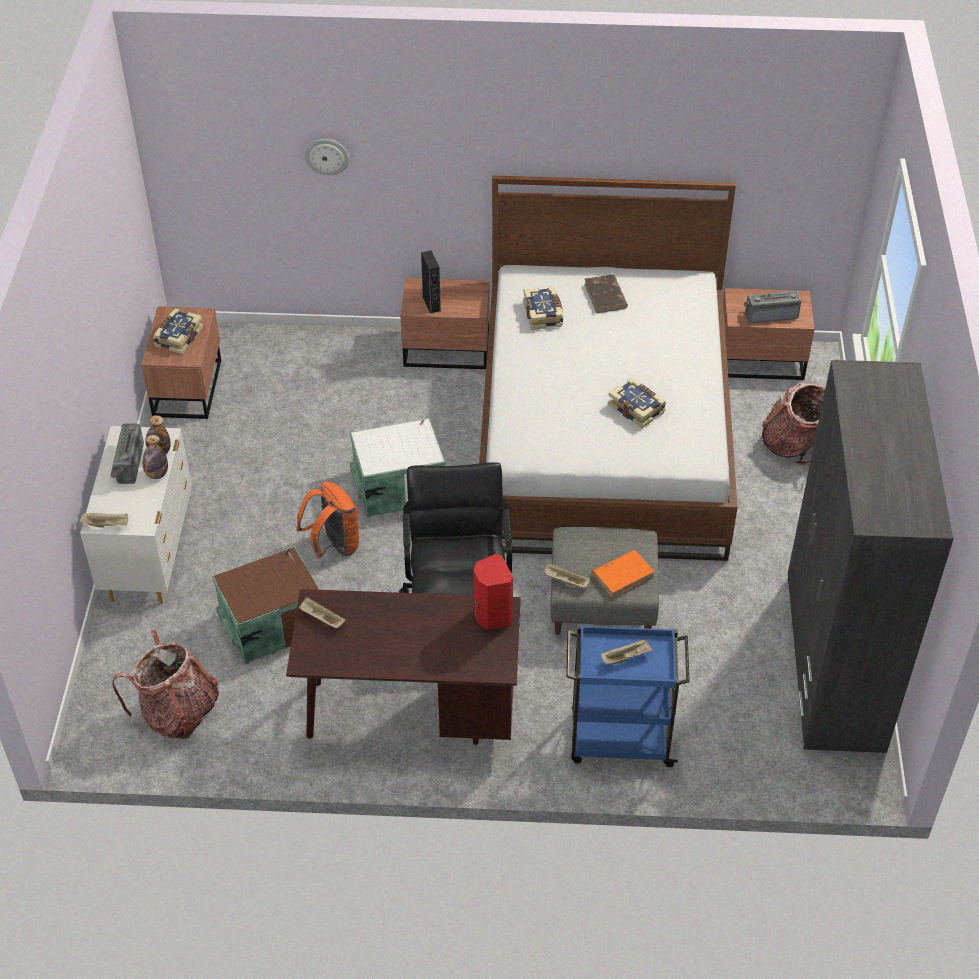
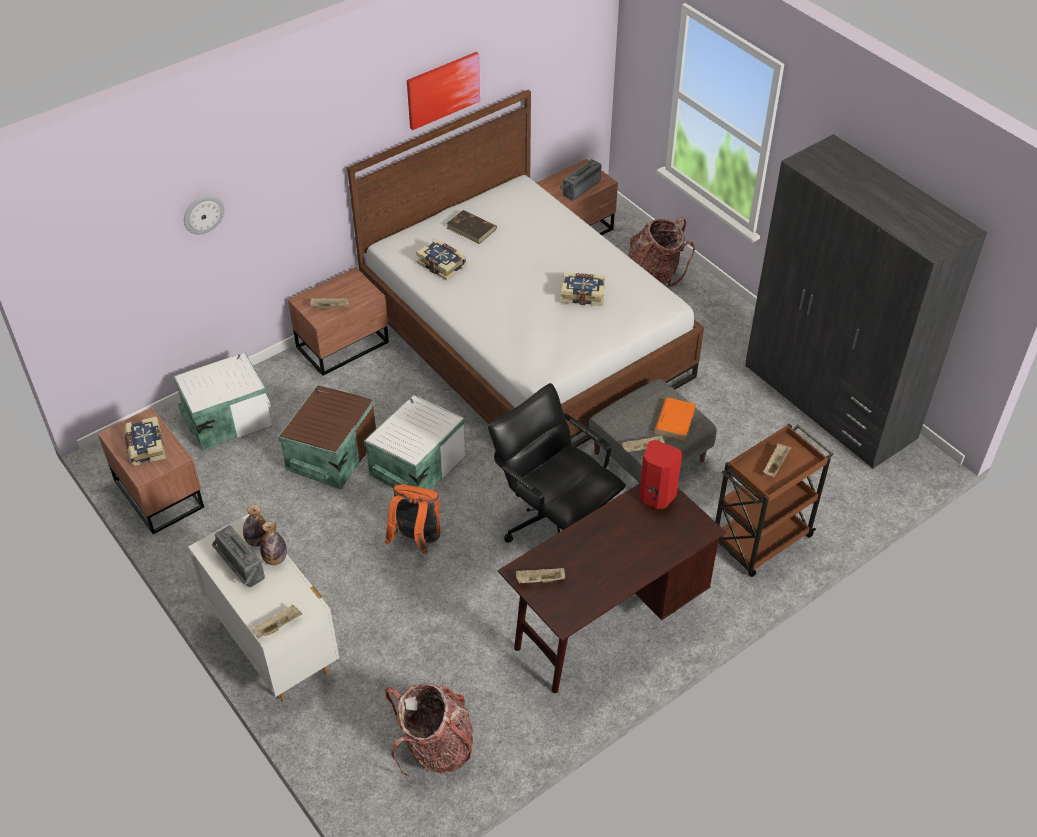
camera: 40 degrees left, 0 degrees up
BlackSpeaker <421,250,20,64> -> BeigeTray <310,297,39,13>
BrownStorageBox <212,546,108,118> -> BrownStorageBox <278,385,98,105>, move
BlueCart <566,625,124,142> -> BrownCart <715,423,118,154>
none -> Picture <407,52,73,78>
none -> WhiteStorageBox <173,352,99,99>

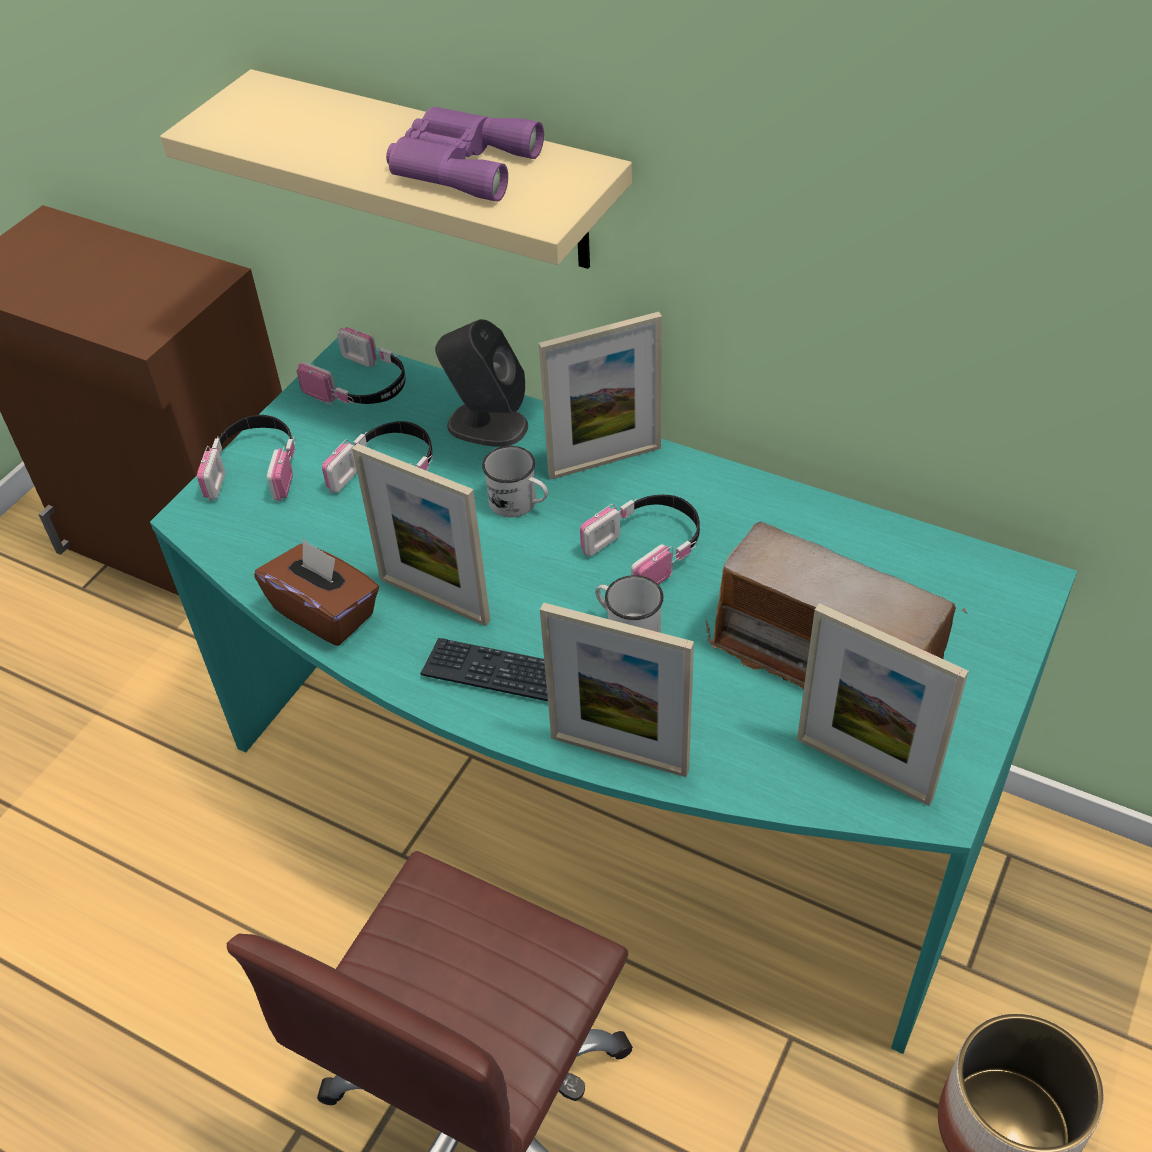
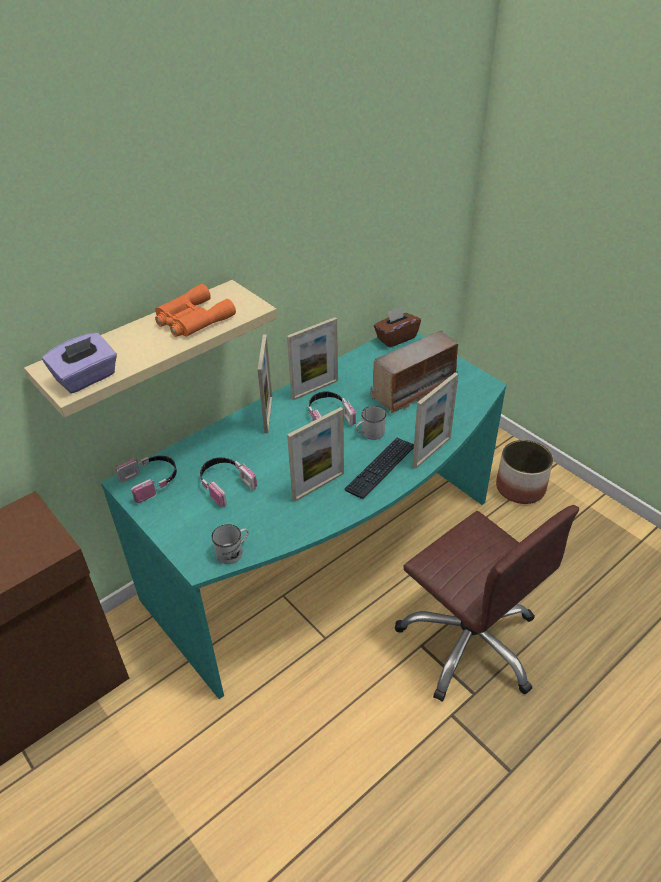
camera: 70 degrees left, 5 degrees down
PurpleBinoculars <386,107,158,95> -> OrangeBinoculars <155,284,81,53>
GreySpeaker <435,319,93,128> -> none
Headphones <197,415,99,86> -> none
WhiteMug <482,446,66,71> -> WhiteMug <211,524,38,40>, move
BrownTissueBox <254,538,125,108> -> BrownTissueBox <374,306,47,41>, move
PictureFrame <797,603,172,203> -> PictureFrame <287,317,51,83>, move
none -> PurpleTissueBox <42,333,75,61>

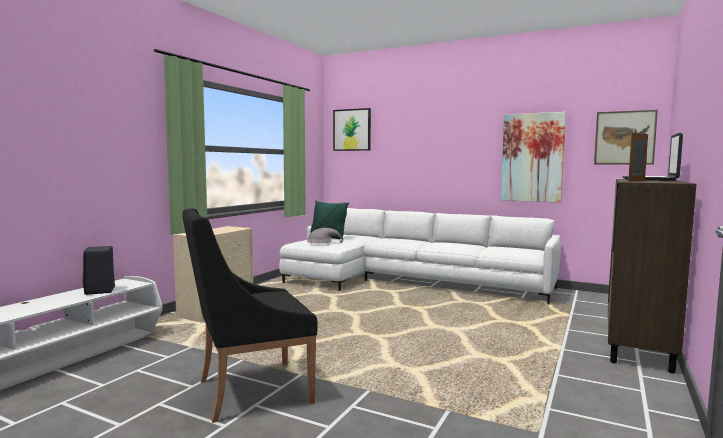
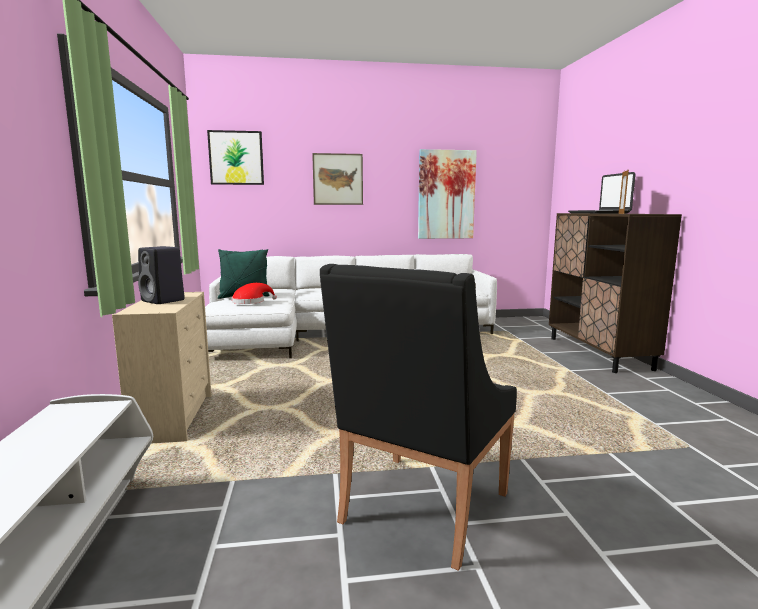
camera: 35 degrees left, 5 degrees up
Picture <594,110,64,55> -> Picture <312,153,51,52>, move
GreyHat <307,228,36,15> -> RedHat <232,283,45,21>
BlackSpeaker <82,246,33,49> -> BlackSpeaker <138,246,47,58>, move

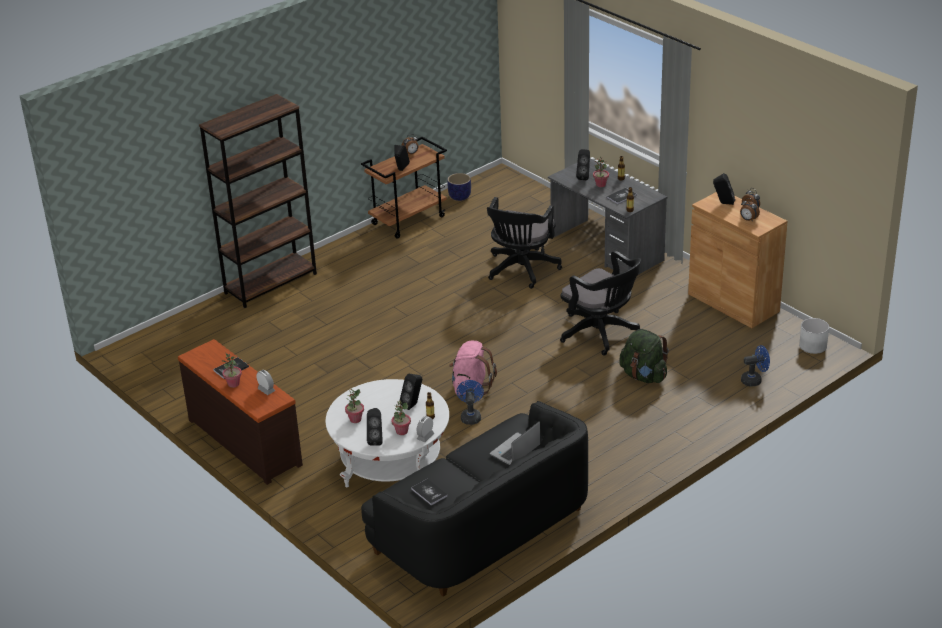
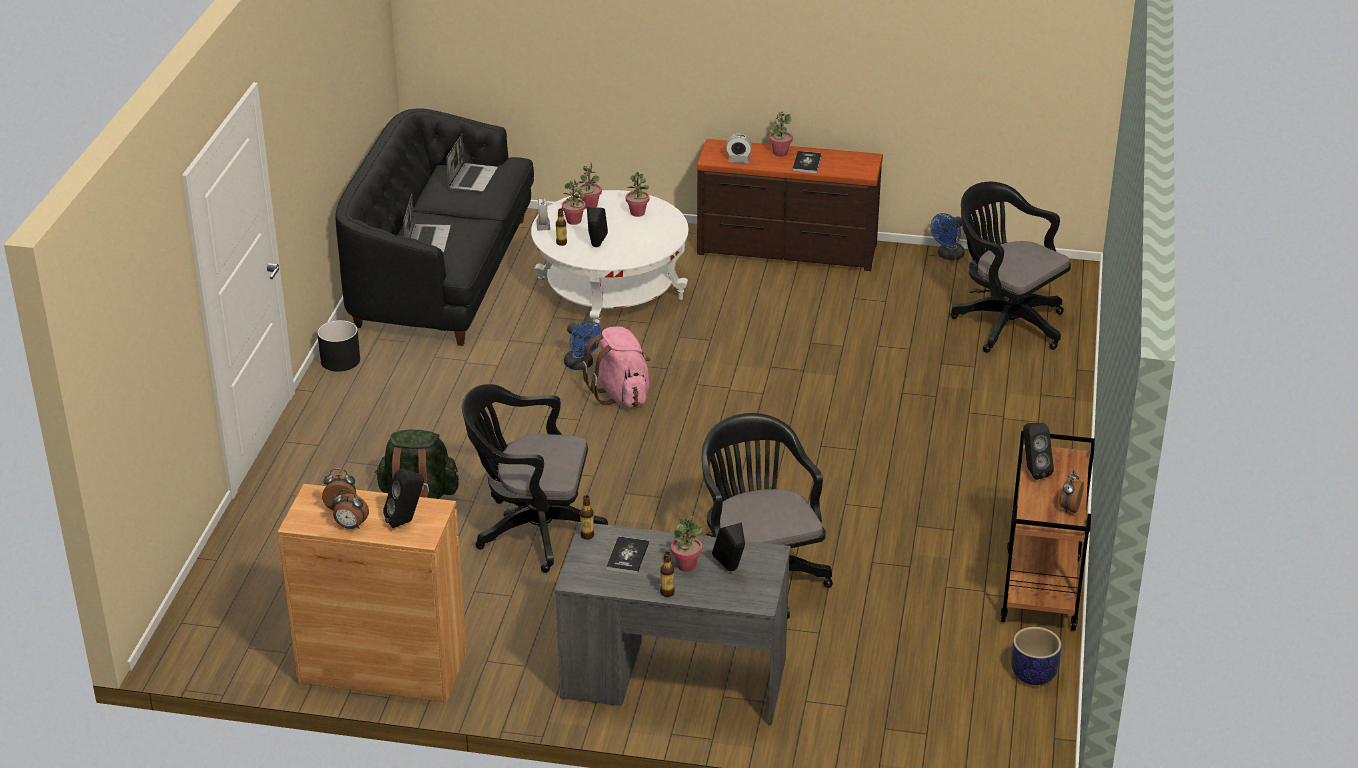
camera: 140 degrees right, 0 degrees up
BrownBookcase <199,94,118,214> -> none
WhitePlanter <799,318,30,36> -> none
BlueFan <741,345,29,42> -> BlueFan <931,213,34,48>, move
BlackSpeaker <367,408,16,38> -> PottedPlant <578,163,24,46>
Book <411,479,37,26> -> Laptop <447,134,51,58>
none -> BlackOfficeChair <951,182,120,171>
none -> BlackPlanter <317,320,43,52>

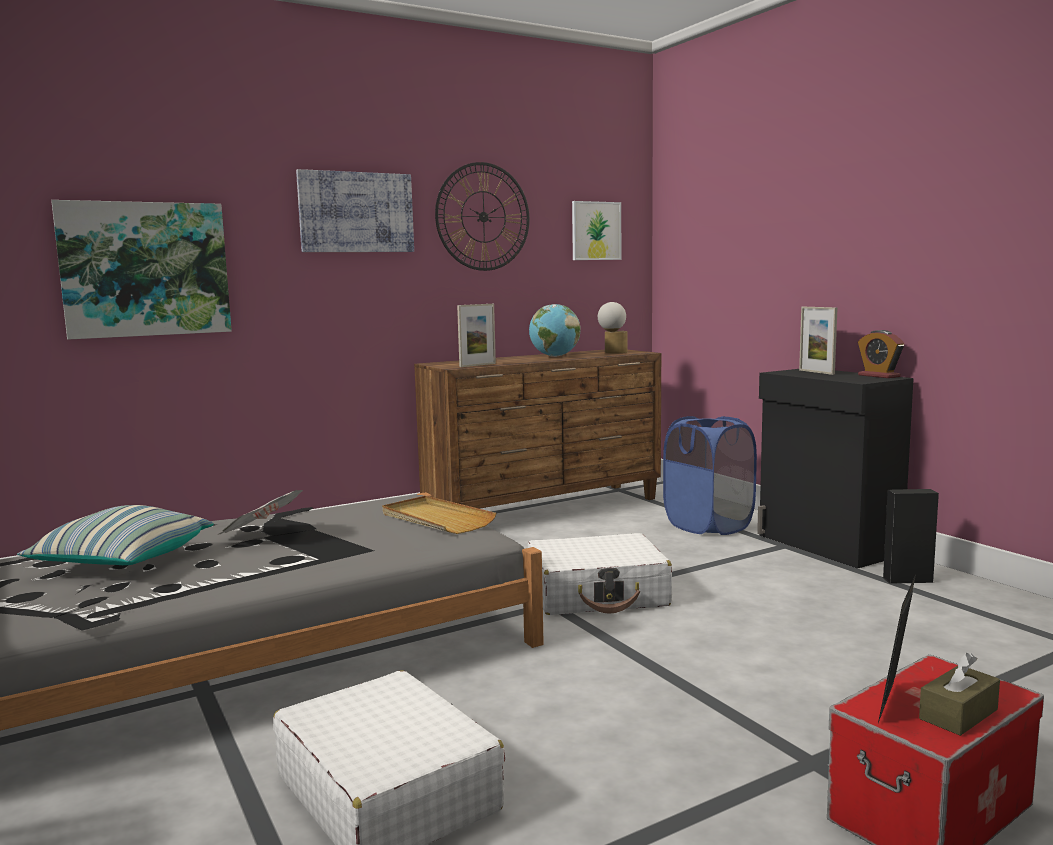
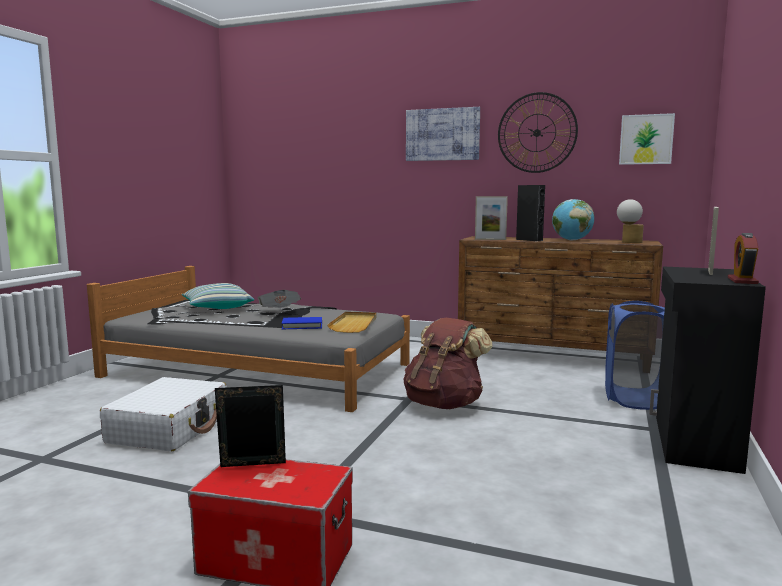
camera: 50 degrees right, 0 degrees up
Picture <51,200,181,140> -> none
BlackSpeaker <882,489,57,95> -> BlackSpeaker <516,185,29,56>, move
WhiteSuitcase <528,533,144,82> -> BrownBackpack <403,318,89,91>
BrownTissueBox <919,653,81,83> -> none
none -> BlueBook <282,317,40,12>

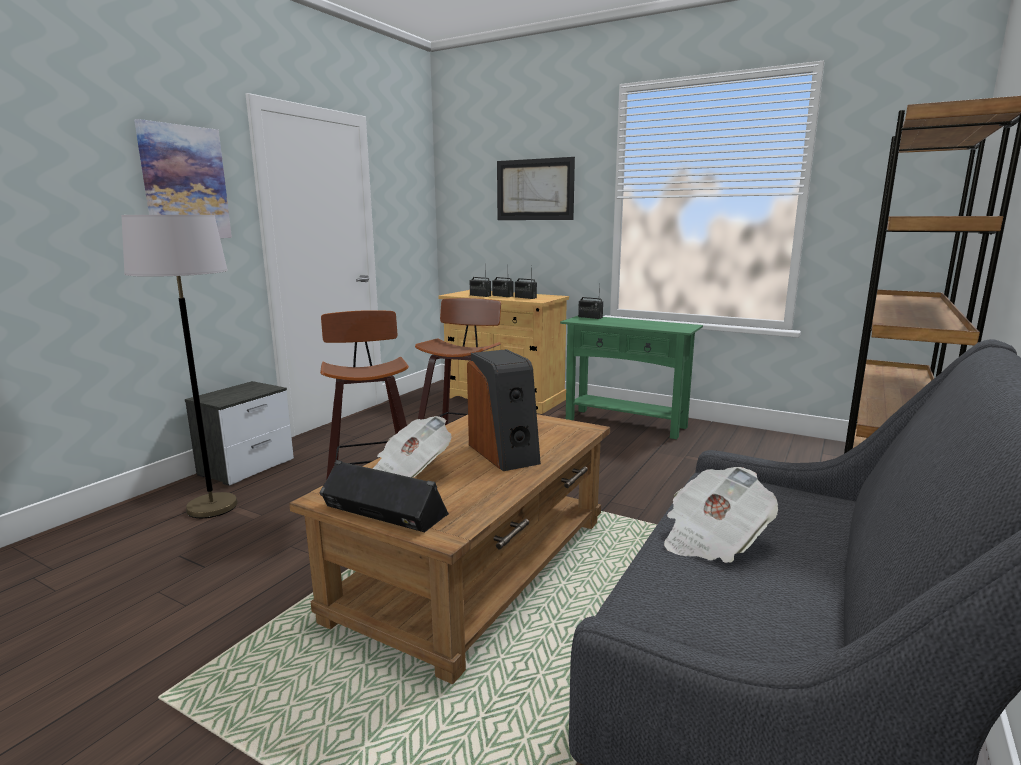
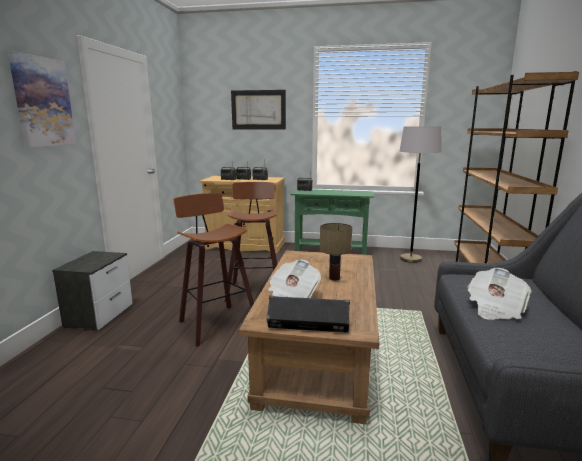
camera: 20 degrees left, 0 degrees up
GreyFloorLamp <121,215,117,303> -> GreyFloorLamp <400,126,41,137>, move
Speaker <467,349,74,122> -> TableLamp <320,223,32,58>

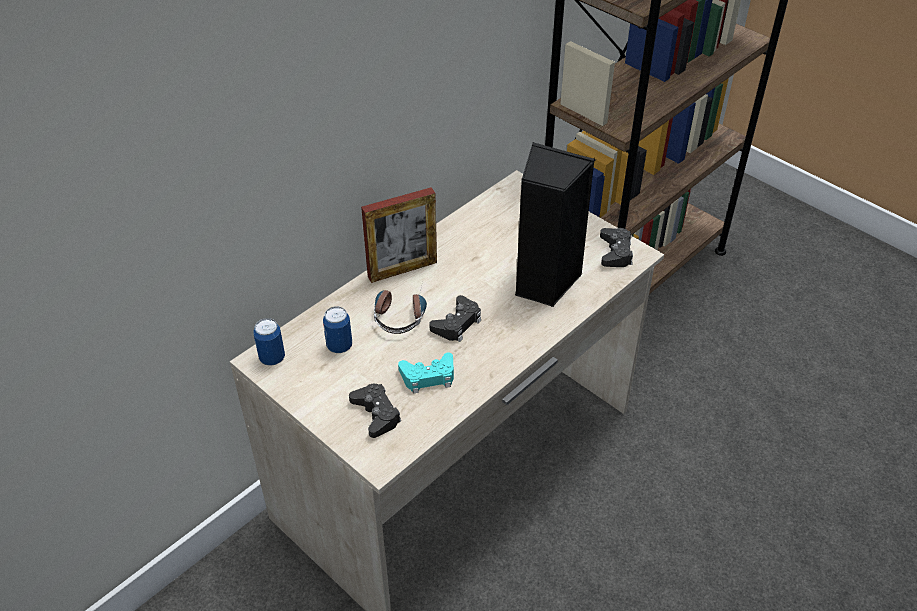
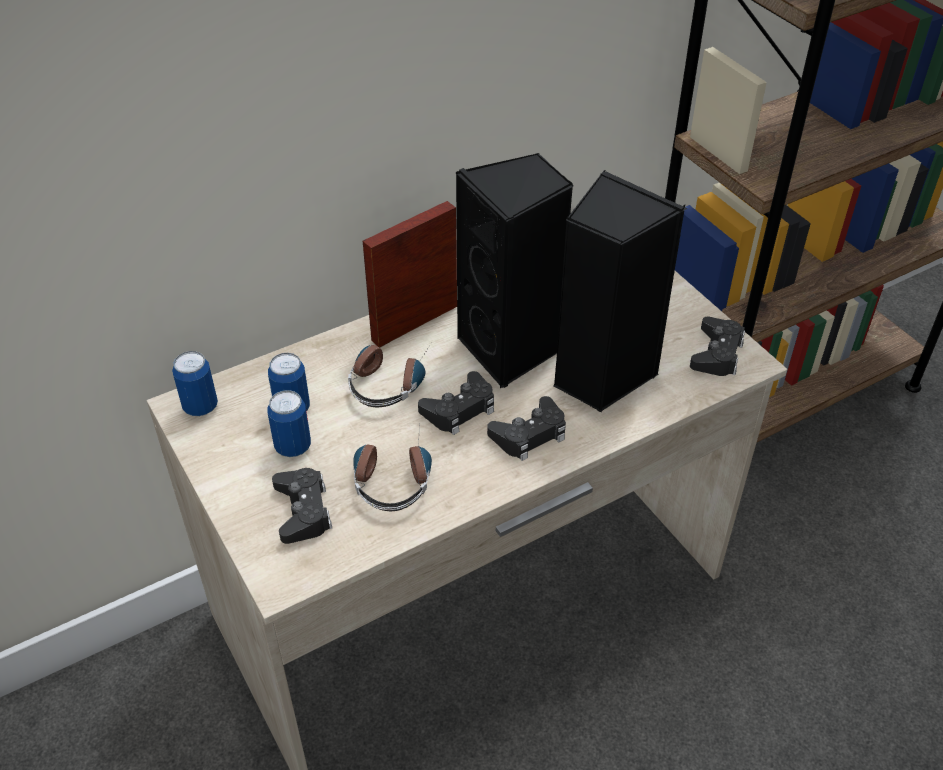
camera: 15 degrees right, 0 degrees up
PictureFrame <361,187,76,96> -> PictureFrame <363,201,94,147>, 150 degrees clockwise
TurquoiseGameController <398,353,56,41> -> Headphones <353,442,79,69>
none -> BlackSpeaker <456,153,118,235>
none -> Can <268,390,43,67>
none -> BlackGameController <487,396,79,65>

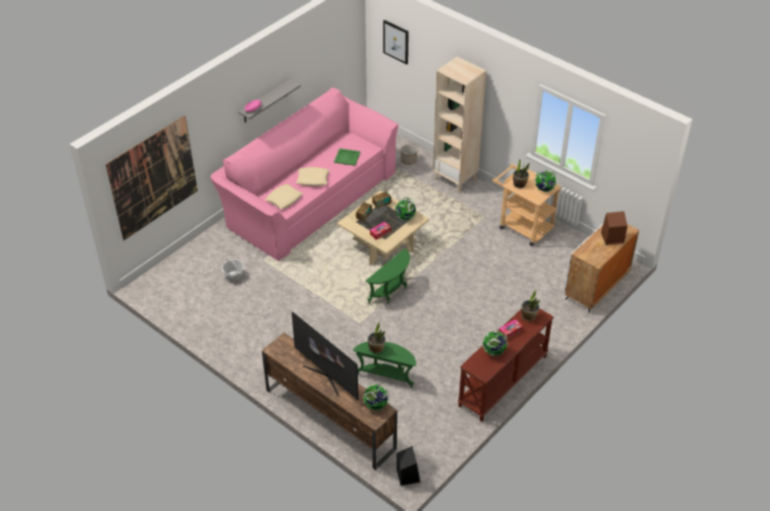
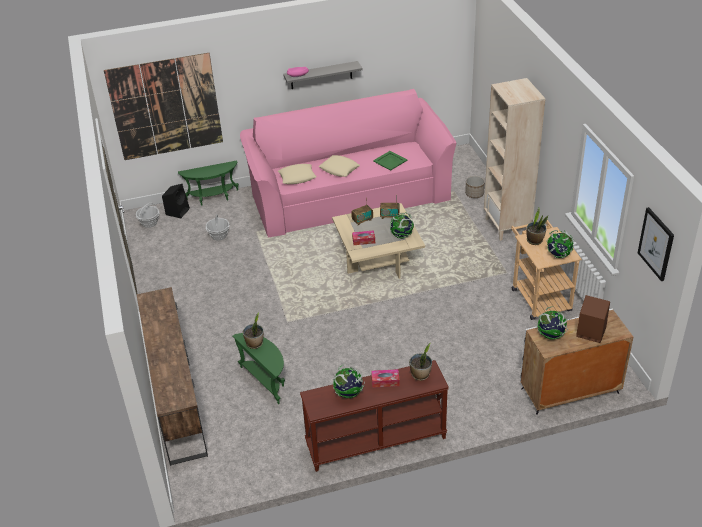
camera: 35 degrees right, 5 degrees down
Picture <383,20,26,45> -> Picture <638,207,36,74>, move
GreenSideTable <365,249,45,55> -> GreenSideTable <178,160,61,46>, move
Television <292,312,66,88> -> none
Globe <363,383,27,27> -> Globe <537,306,31,34>, move
BlackSpeaker <396,446,24,39> -> BlackSpeaker <162,184,28,34>, move
none -> Basket <136,203,23,25>

